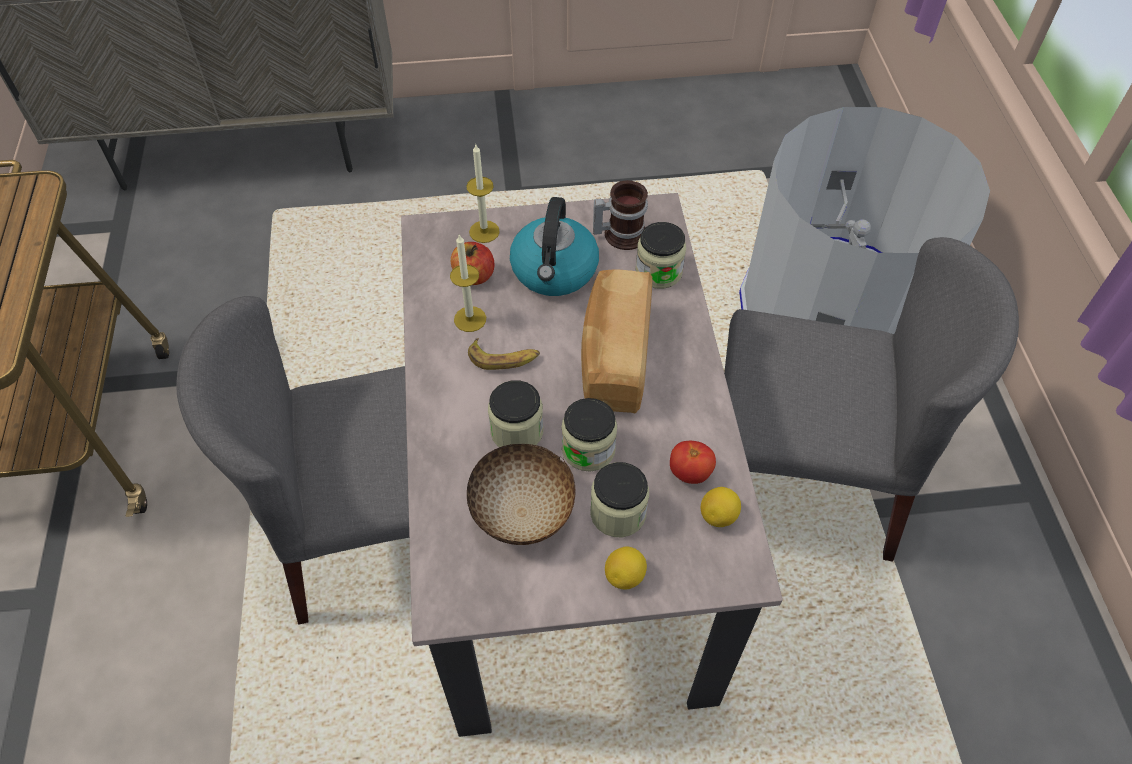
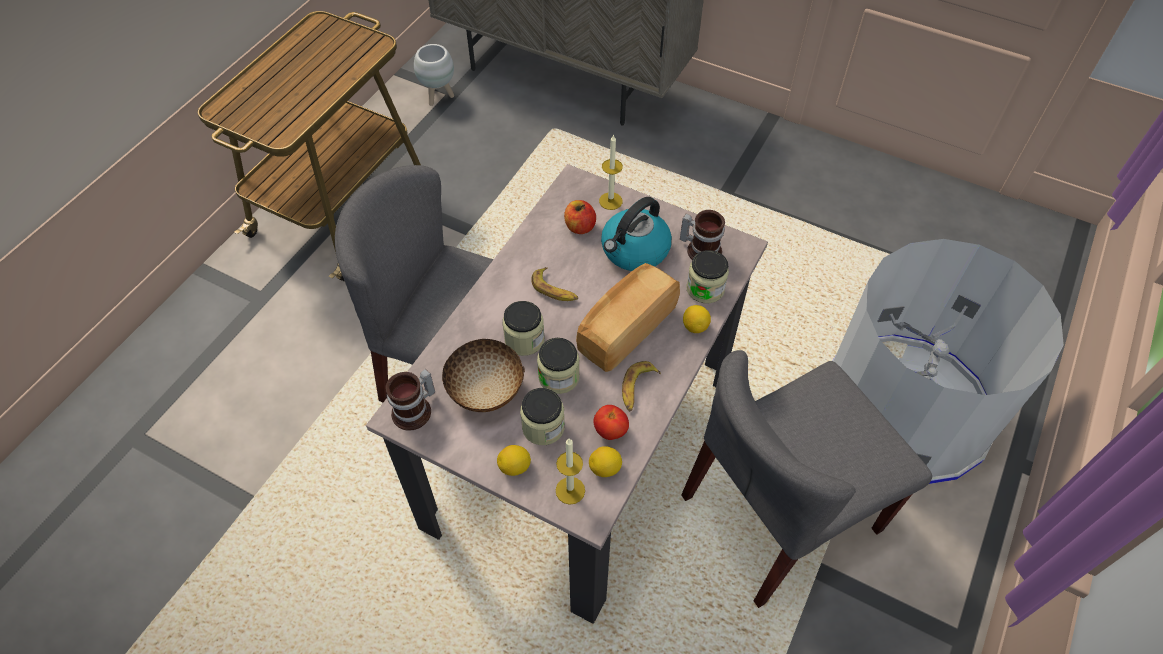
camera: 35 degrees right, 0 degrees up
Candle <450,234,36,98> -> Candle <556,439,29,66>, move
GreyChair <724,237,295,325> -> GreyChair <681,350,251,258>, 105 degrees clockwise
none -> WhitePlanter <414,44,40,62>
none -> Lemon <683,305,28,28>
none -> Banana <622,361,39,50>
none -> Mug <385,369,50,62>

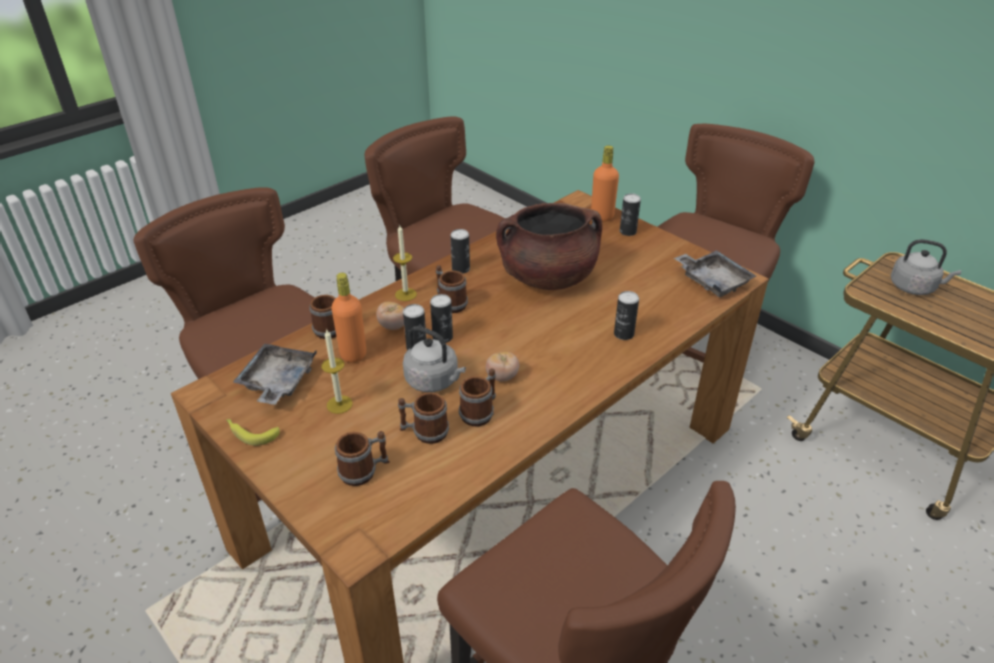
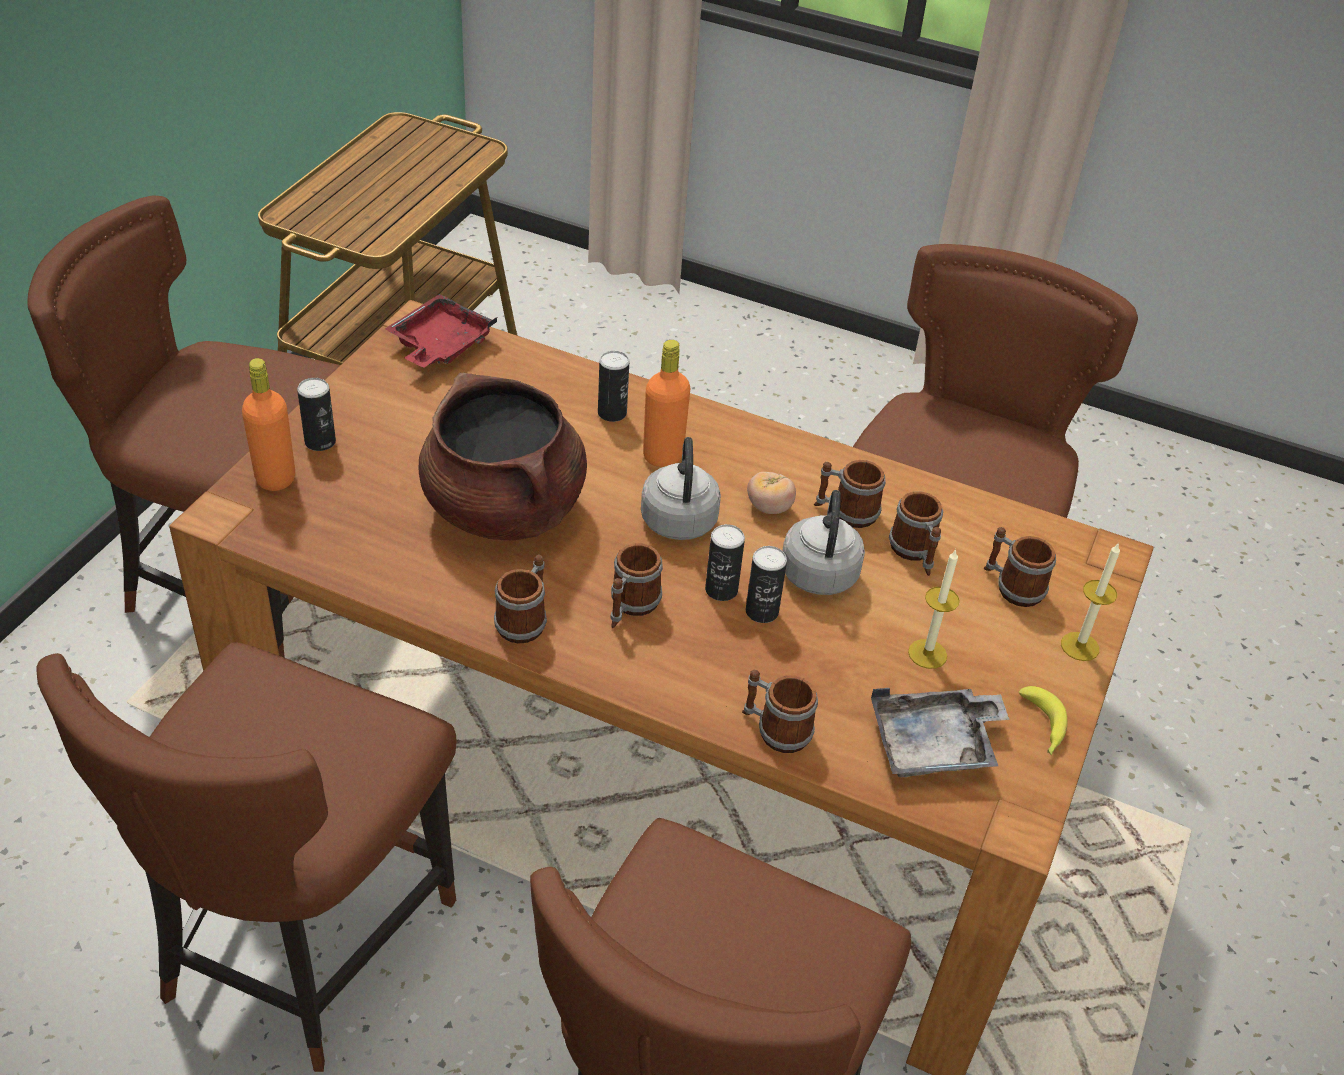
camera: 115 degrees left, 5 degrees up
Candle <393,225,24,76> -> Candle <1061,542,59,119>, move
Can <450,229,20,45> -> Mug <494,555,53,89>
GreyKettle <891,239,70,56> -> GreyKettle <641,437,80,103>, move
GreyTray <674,250,82,47> -> RedTray <385,294,112,74>
OrangeBottle <332,273,34,90> -> OrangeBottle <643,340,47,127>, move
Tomato <377,302,27,28> -> none

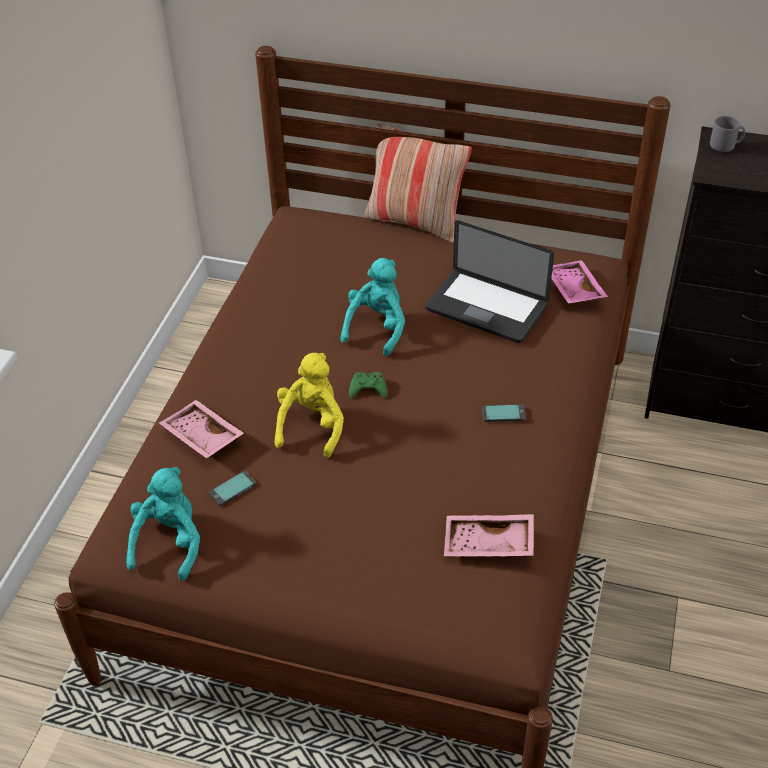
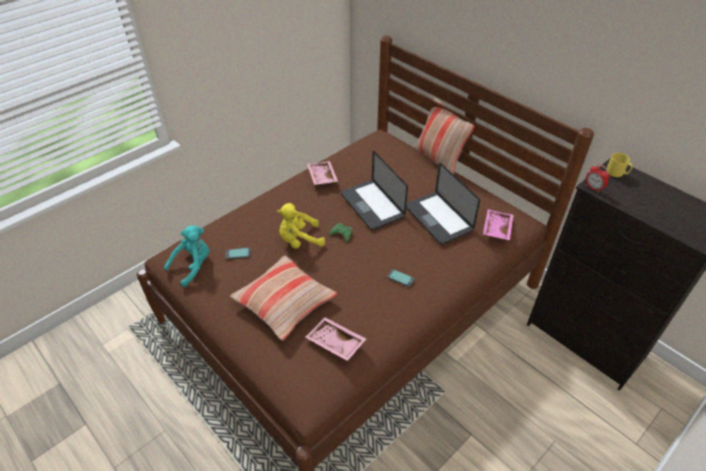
camera: 30 degrees right, 0 degrees up
GreyMug <710,116,35,36> -> YellowMug <607,153,26,24>
TurquoisePlushToy <341,258,64,98> -> Laptop <341,151,67,79>
YellowPlushToy <275,353,69,105> -> YellowPlushToy <277,203,48,46>, 150 degrees counterclockwise
PinkTray <159,400,85,59> -> PinkTray <307,161,31,24>, move
none -> AlarmClock <586,164,24,28>
none -> Pillow <230,256,107,85>

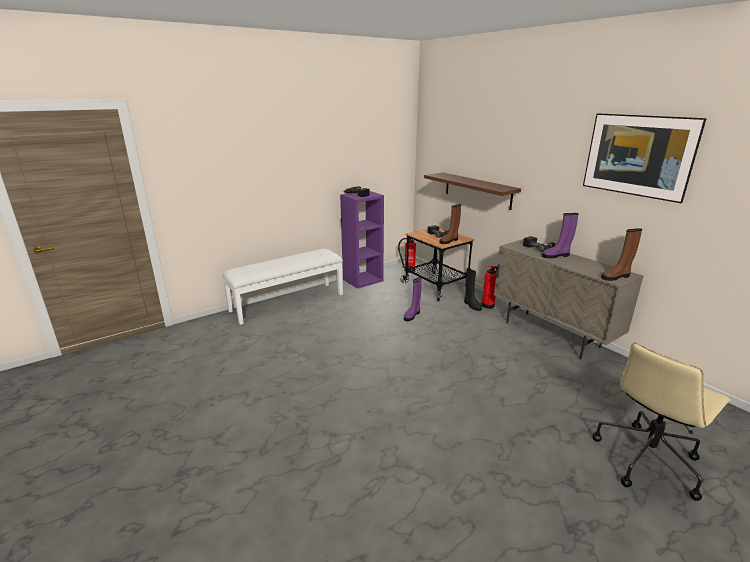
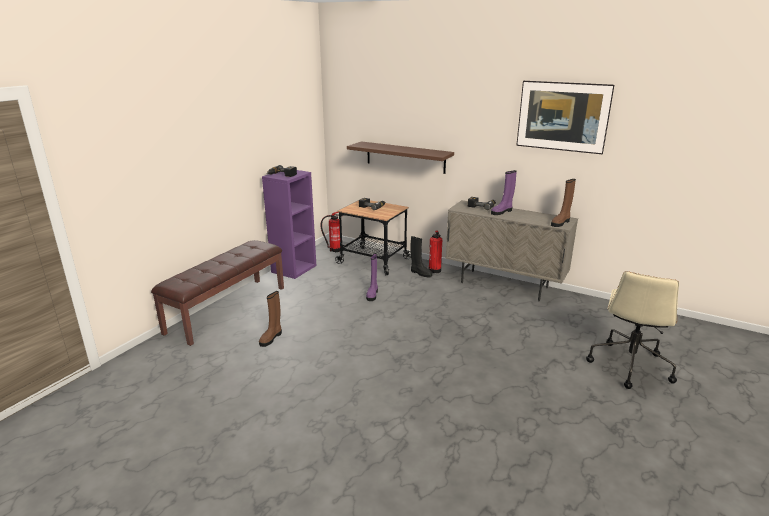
camera: 25 degrees left, 0 degrees up
BrownBoot <440,204,21,40> -> BrownBoot <259,291,23,56>, move
WhiteBench <222,249,121,76> -> BrownBench <151,240,133,106>

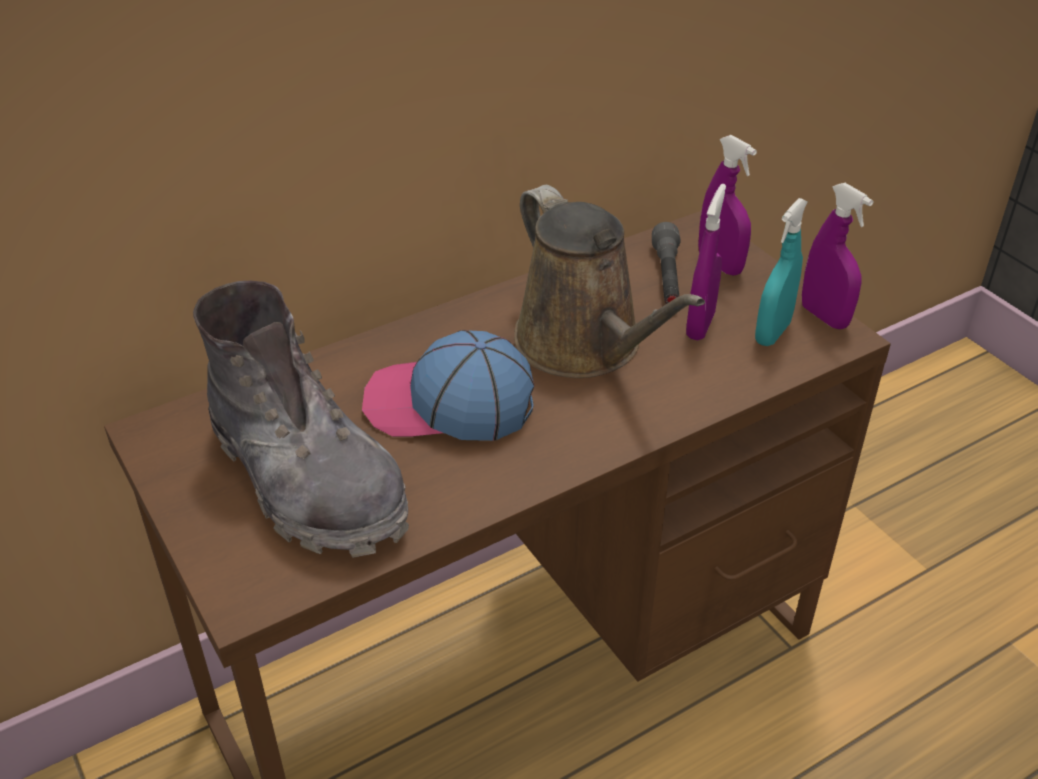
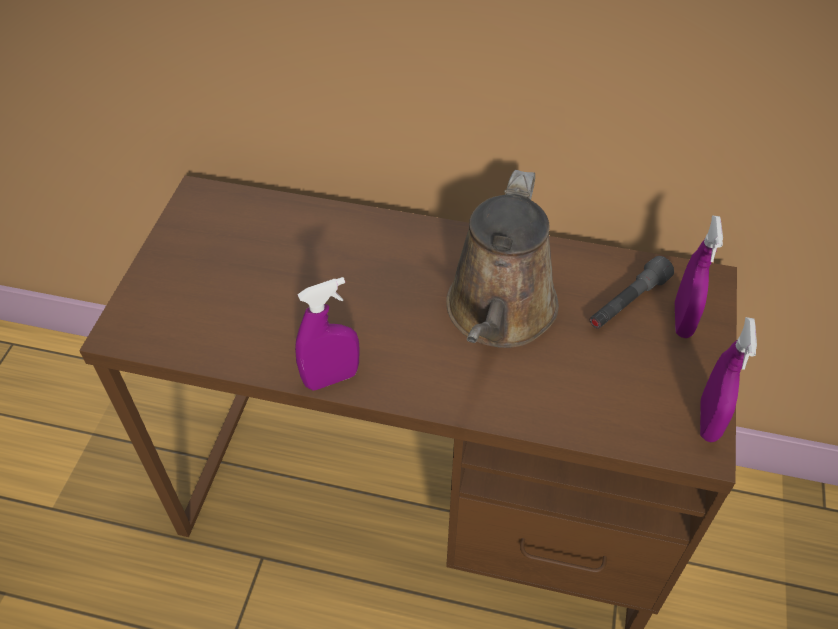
camera: 45 degrees right, 10 degrees up
PurpleSprayBottle <686,184,40,156> -> PurpleSprayBottle <295,277,65,113>, move
TurquoiseSprayBottle <755,198,53,148> -> none
GreyBoot <193,281,216,277> -> none
Cap <362,330,173,111> -> none

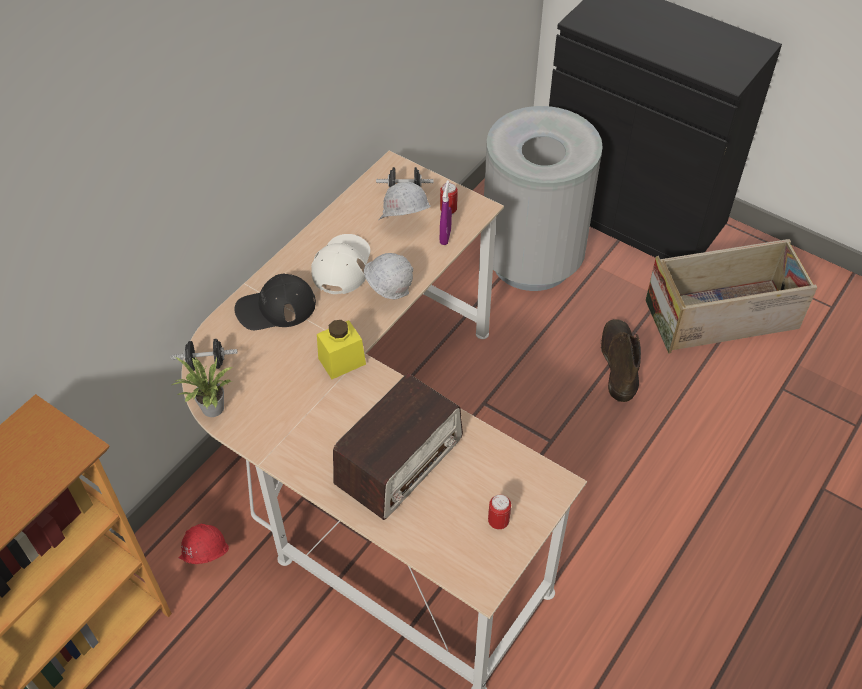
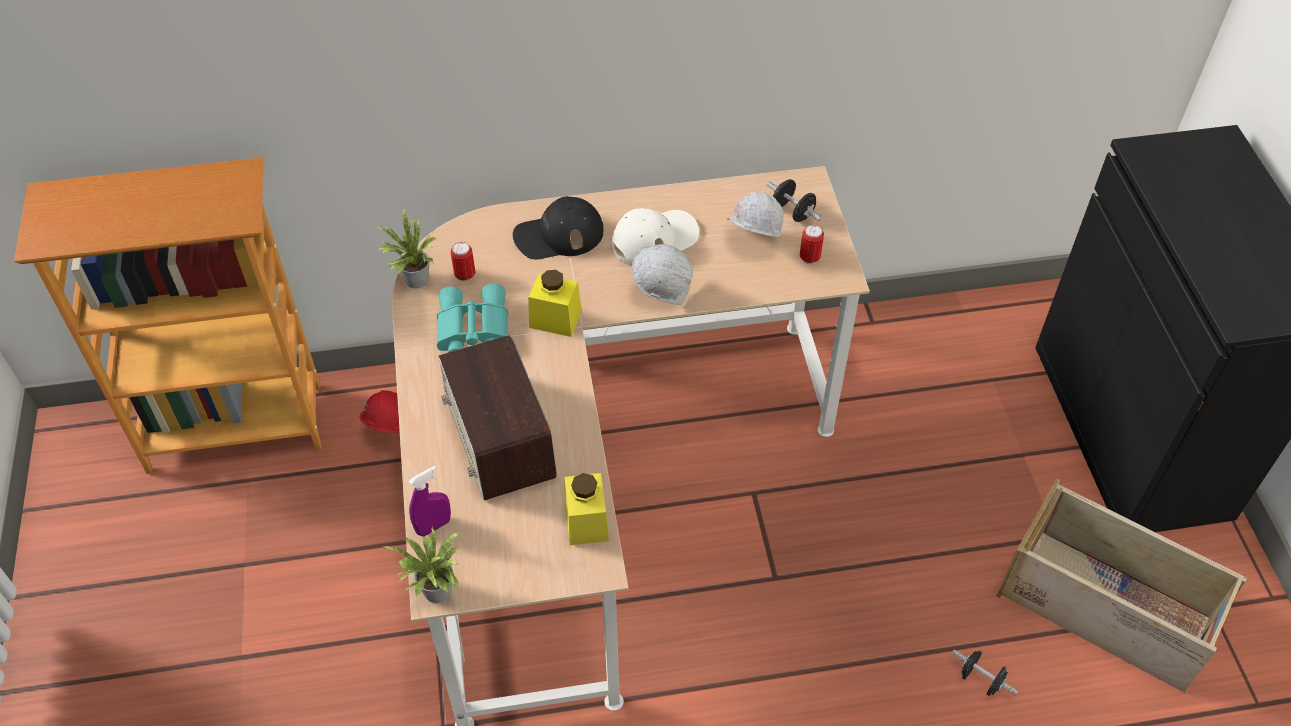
camera: 45 degrees right, 0 degrees up
GreyTrashCan <484,106,119,185> -> none
PurpleSprayBottle <440,180,12,65> -> PurpleSprayBottle <409,466,42,70>, move
BlackCap <234,274,82,56> -> BlackCap <513,196,90,63>, 45 degrees counterclockwise
BrownBoot <601,319,40,83> -> none
BlackDumbbell <171,339,67,32> -> BlackDumbbell <952,650,66,46>, move
Radio <333,374,130,146> -> Radio <439,335,117,165>, 75 degrees clockwise
Can <488,494,23,36> -> Can <450,242,25,40>, move
none -> TurquoiseBinoculars <437,284,71,69>
none -> YellowJar <565,473,44,72>
none -> PottedPlant <384,527,76,76>

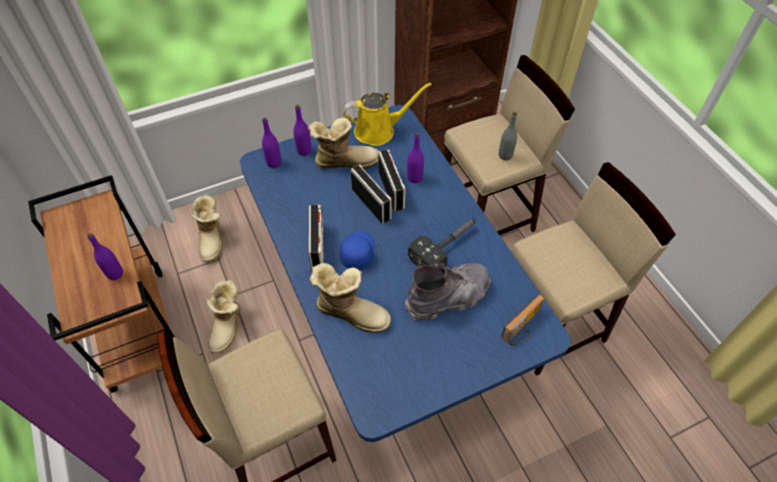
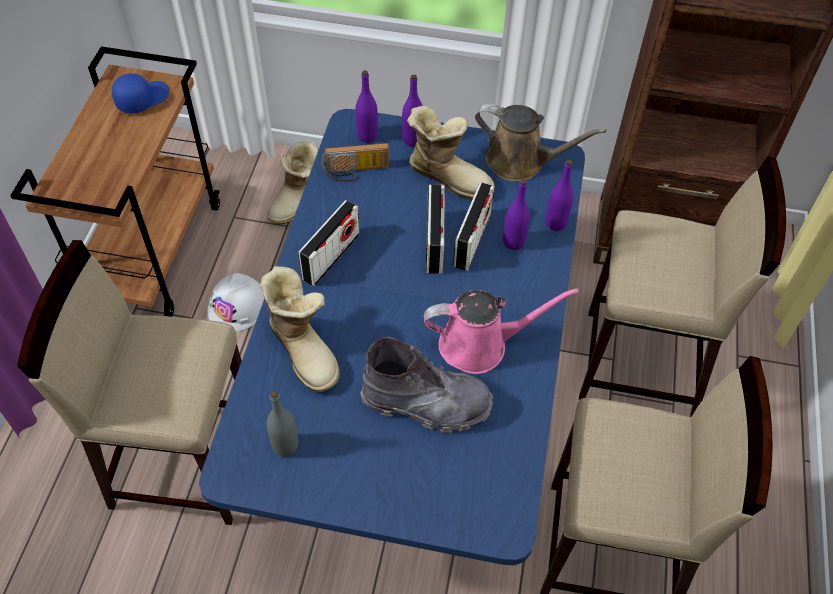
camera: 35 degrees right, 0 degrees up
YellowWateringCan <343,83,89,63> -> BrownWateringCan <475,104,131,78>
GreyBottle <499,112,18,48> -> GreyBottle <267,391,31,66>, move
Hammer <408,218,69,49> -> PinkWateringCan <424,288,155,86>
BlueCap <339,231,36,39> -> BlueCap <112,73,57,41>, move
PurpleBottle <87,233,36,47> -> PurpleBottle <546,160,28,71>, move
Boot <207,280,33,73> -> WhiteHardHat <207,273,57,59>
Radio <501,294,43,52> -> Radio <321,143,68,39>, move

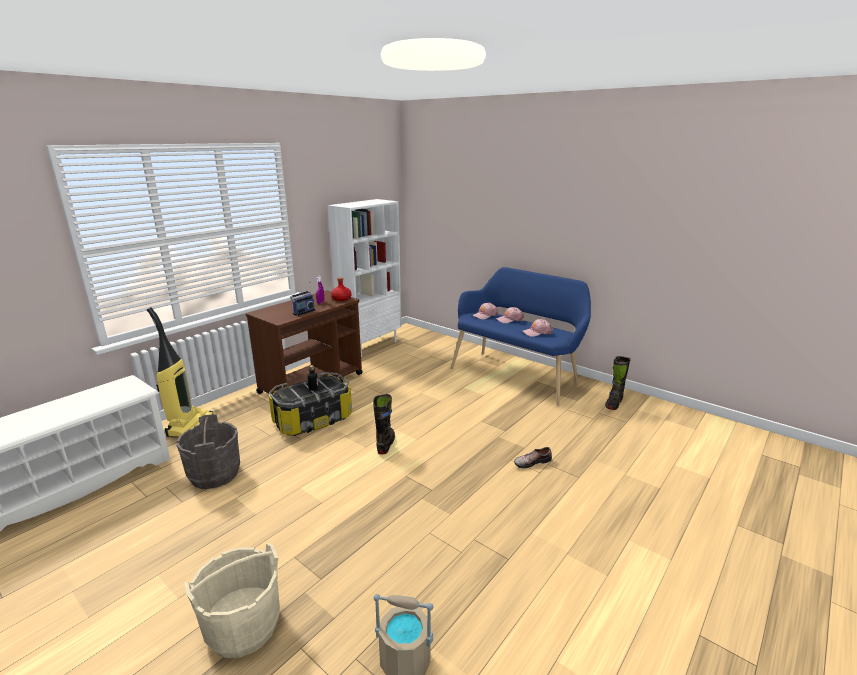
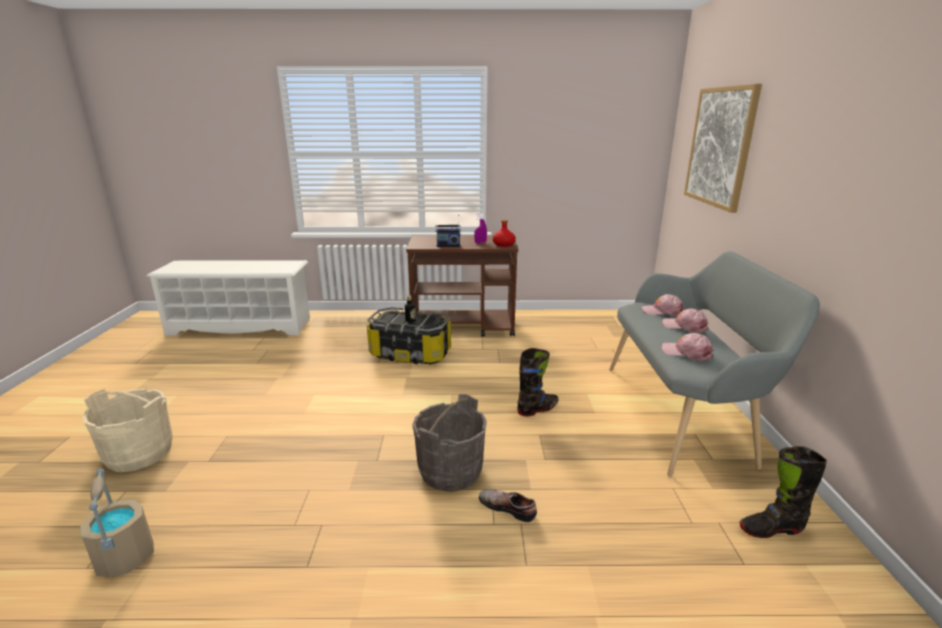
camera: 50 degrees right, 0 degrees up
WhiteBookcase <327,199,74,158> -> none
BlueBench <451,267,140,139> -> GreyBench <609,251,211,226>
VacuumCleaner <147,307,67,131> -> none
BlackBoot <373,394,22,60> -> BlackBoot <517,348,42,68>, move
GreyBucket <176,414,64,75> -> GreyBucket <413,394,74,98>, move
none -> Picture <684,84,78,129>

